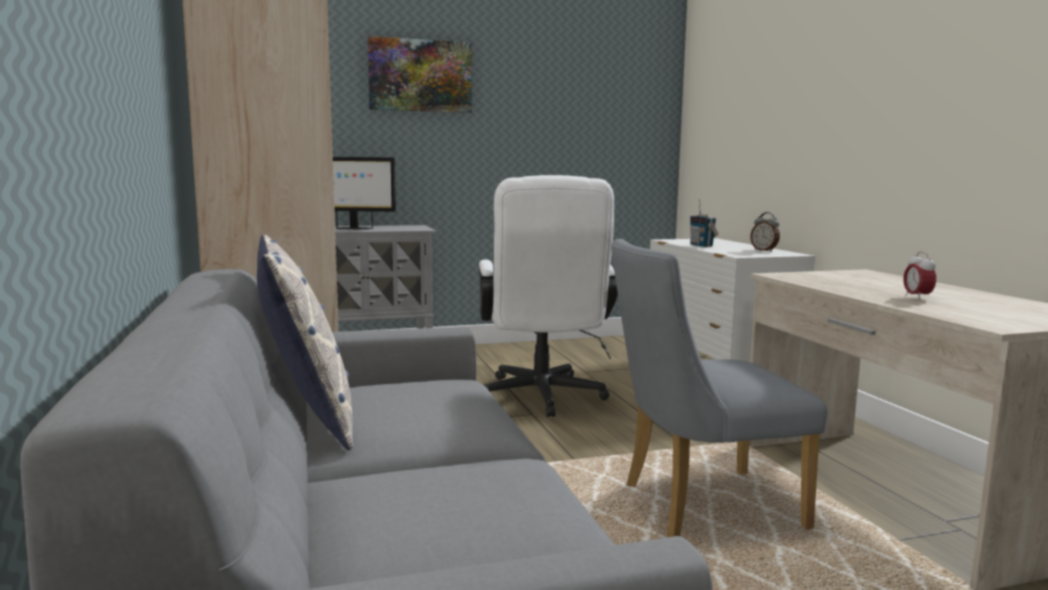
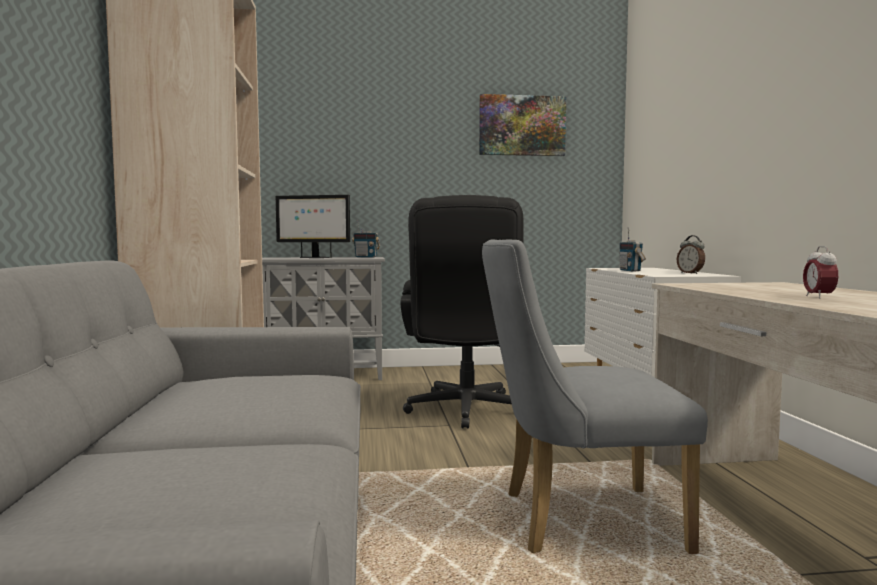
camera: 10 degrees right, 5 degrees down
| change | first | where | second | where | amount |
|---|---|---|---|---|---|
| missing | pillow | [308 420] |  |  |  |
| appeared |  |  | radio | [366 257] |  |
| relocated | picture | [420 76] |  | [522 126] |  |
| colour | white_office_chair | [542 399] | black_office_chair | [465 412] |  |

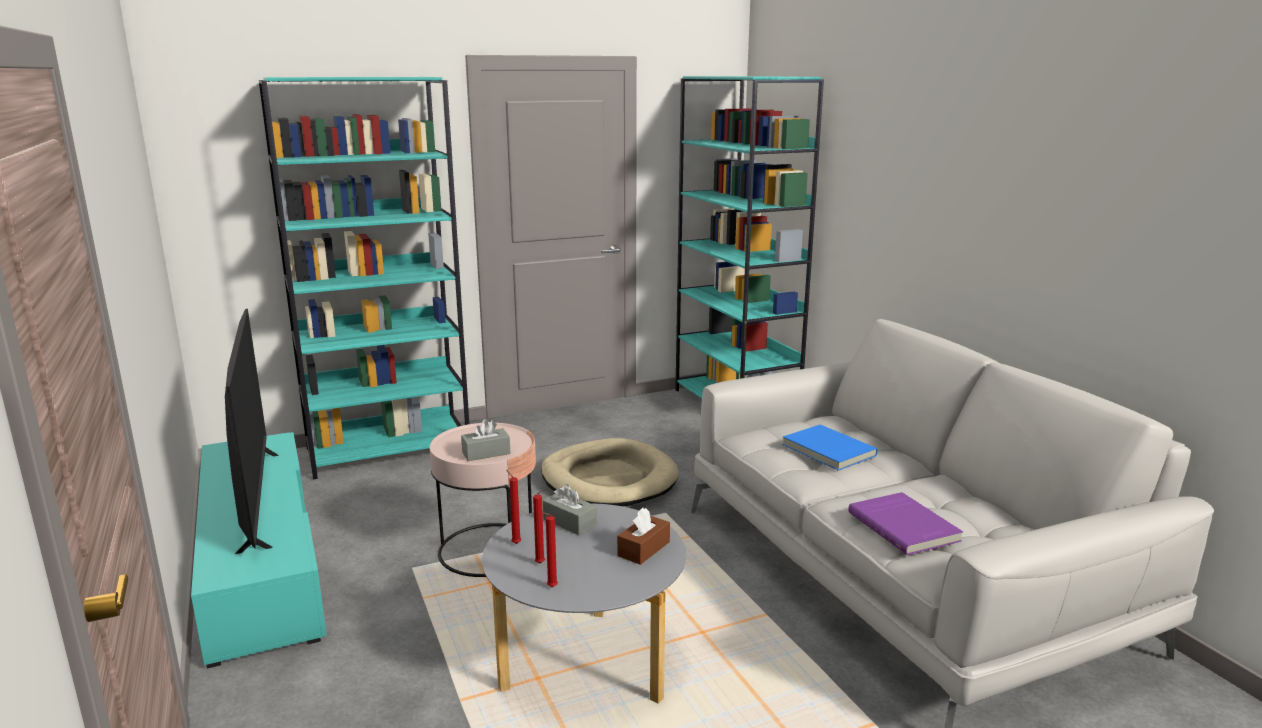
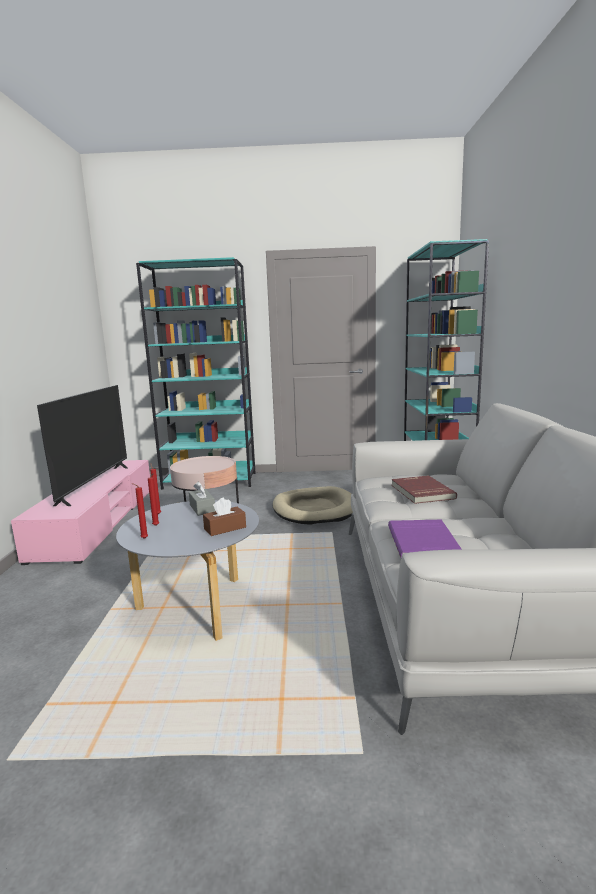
camera: 25 degrees right, 5 degrees down
| change | first | where | second | where | amount |
|---|---|---|---|---|---|
| missing | grey_tissue_box | [486 453] |  |  |  |
| colour | turquoise_tv_stand | [261 561] | pink_tv_stand | [97 522] |  |
| colour | blue_book | [827 450] | red_book | [421 492] |  |

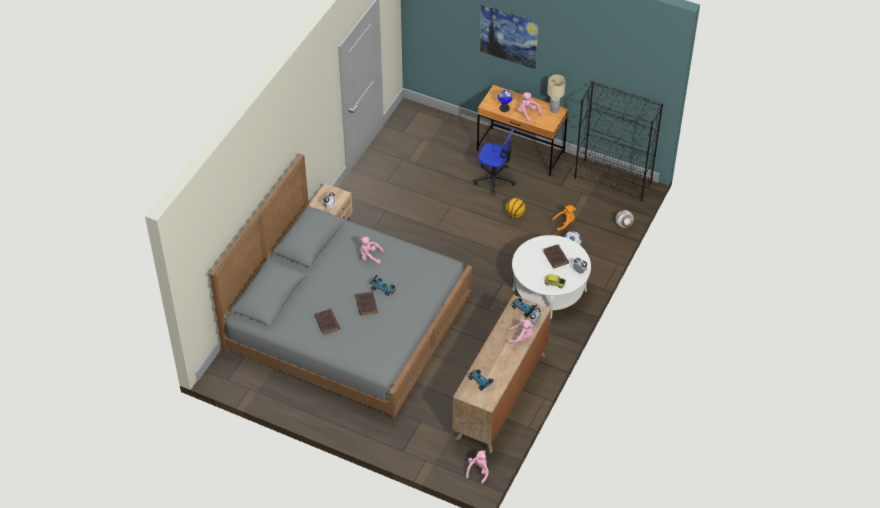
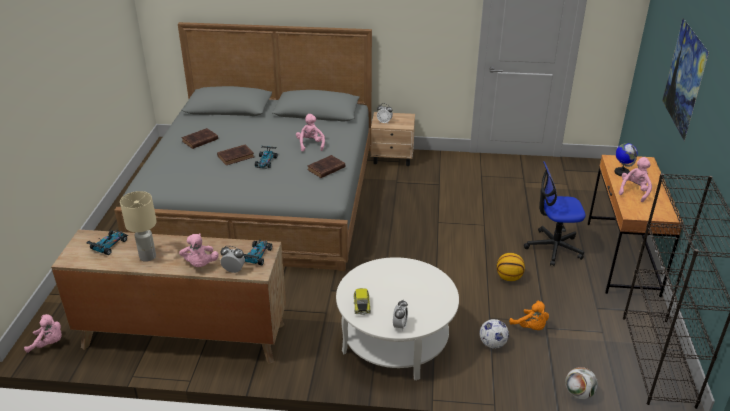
camera: 70 degrees right, 15 degrees down
| change | first | where | second | where | amount |
|---|---|---|---|---|---|
| relocated | brown_book | [556 258] |  | [325 169] |  |
| relocated | beige_table_lamp | [554 109] |  | [148 256] |  |
| spun | office_chair | [494 179] |  | [553 248] | 90 degrees clockwise |

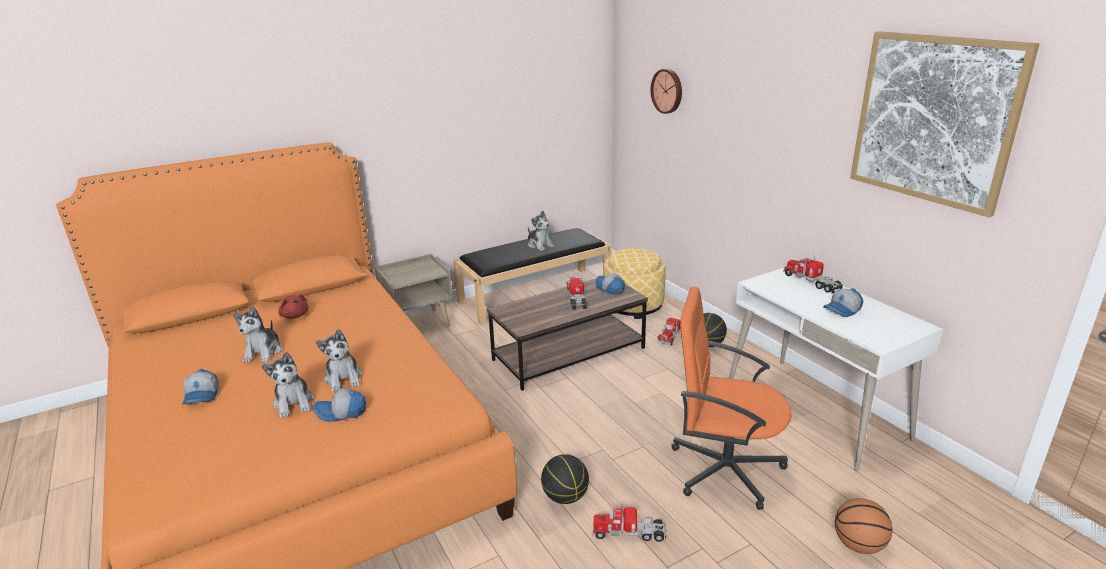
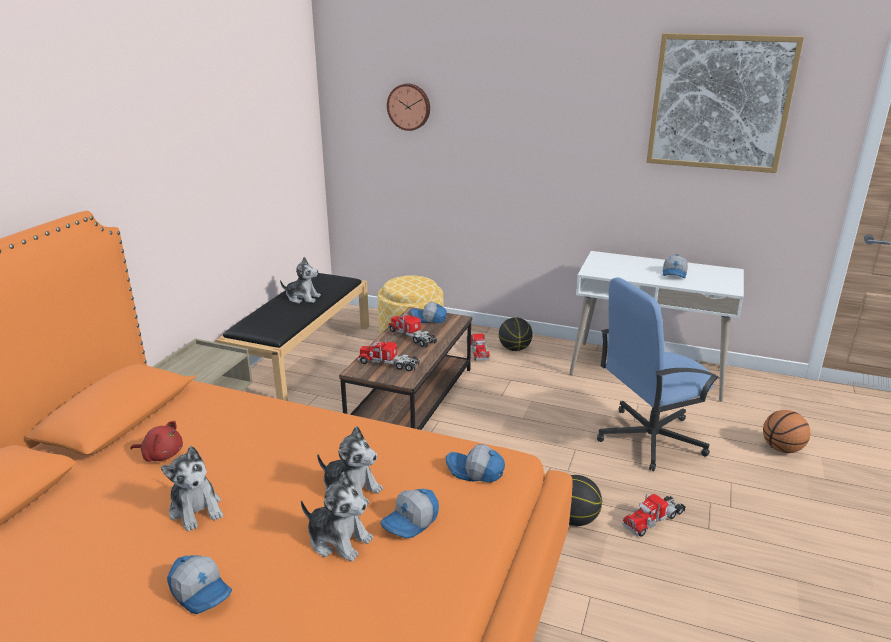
camera: 40 degrees left, 0 degrees up
| change | first | where | second | where | amount |
|---|---|---|---|---|---|
| appeared |  |  | cap | [475 472] |  |
| relocated | toy_truck | [812 282] |  | [389 363] |  |
| colour | orange_office_chair | [724 468] | blue_office_chair | [649 438] |  |

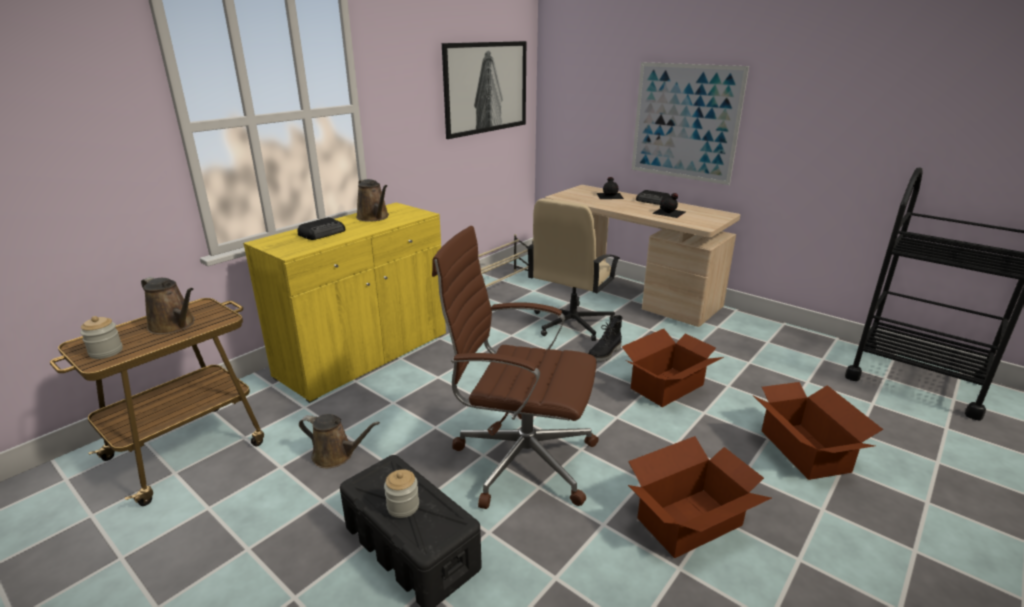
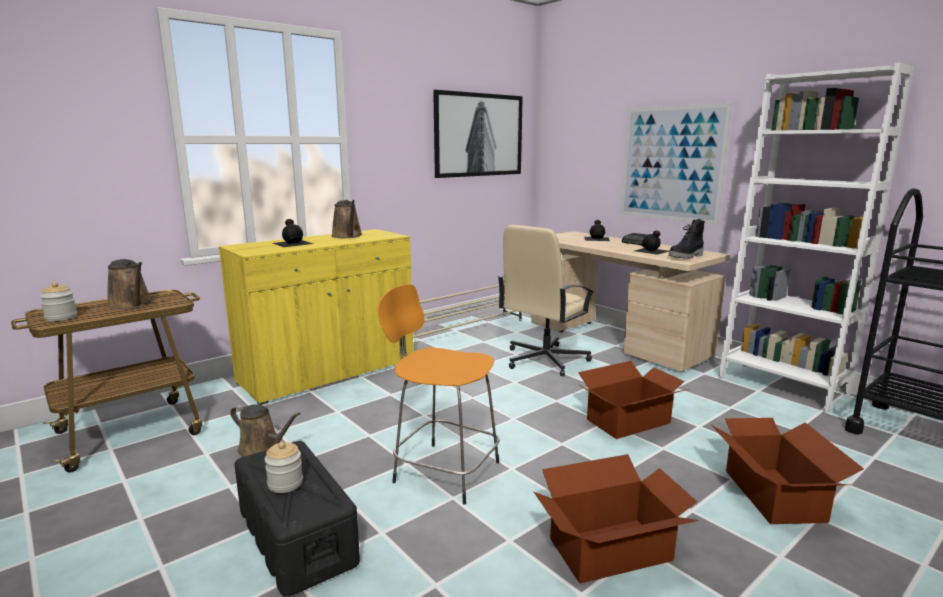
camera: 10 degrees right, 10 degrees down
| change | first | where | second | where | amount |
|---|---|---|---|---|---|
| appeared |  |  | white_bookcase | [782 386] |  |
| relocated | black_boot | [605 354] |  | [686 257] |  |
| exchanged | radio | [323 233] | black_bottle | [293 243] |  |
| exchanged | brown_office_chair | [520 459] | orange_stool | [443 471] |  |

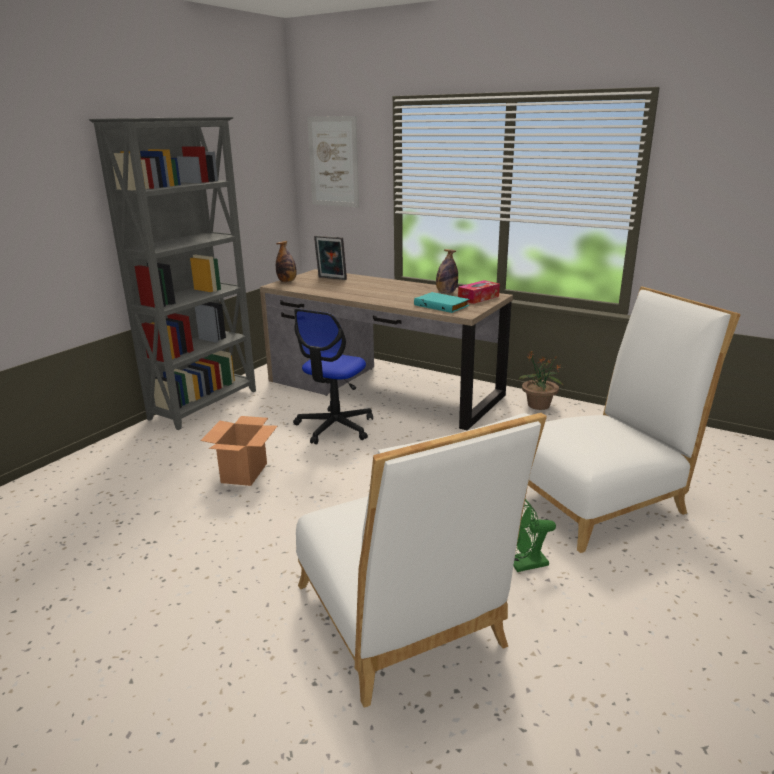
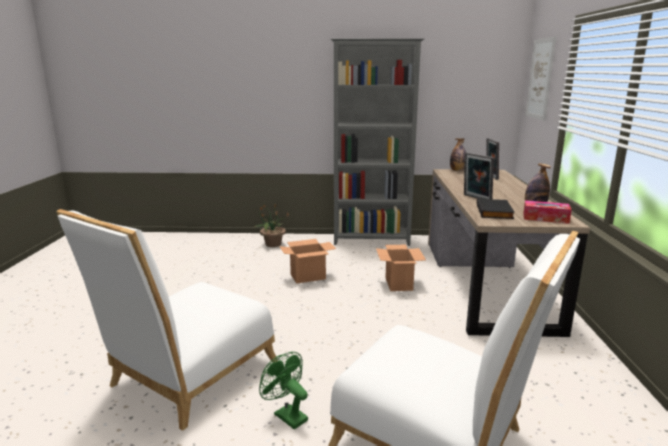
camera: 60 degrees right, 5 degrees down
| change | first | where | second | where | amount |
|---|---|---|---|---|---|
| appeared |  |  | picture_frame | [476 198] |  |
| relocated | potted_plant | [538 405] |  | [272 244] |  |
| exchanged | office_chair | [335 427] | cardboard_box | [398 283] |  |
| colour | turquoise_book | [442 305] | black_book | [495 212] |  |

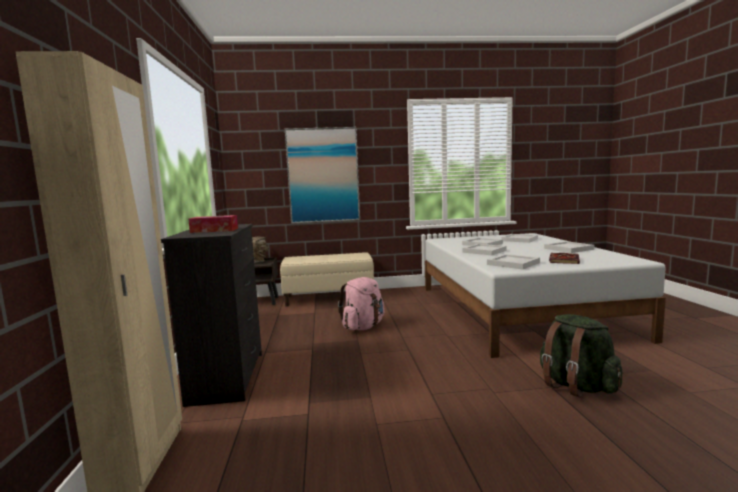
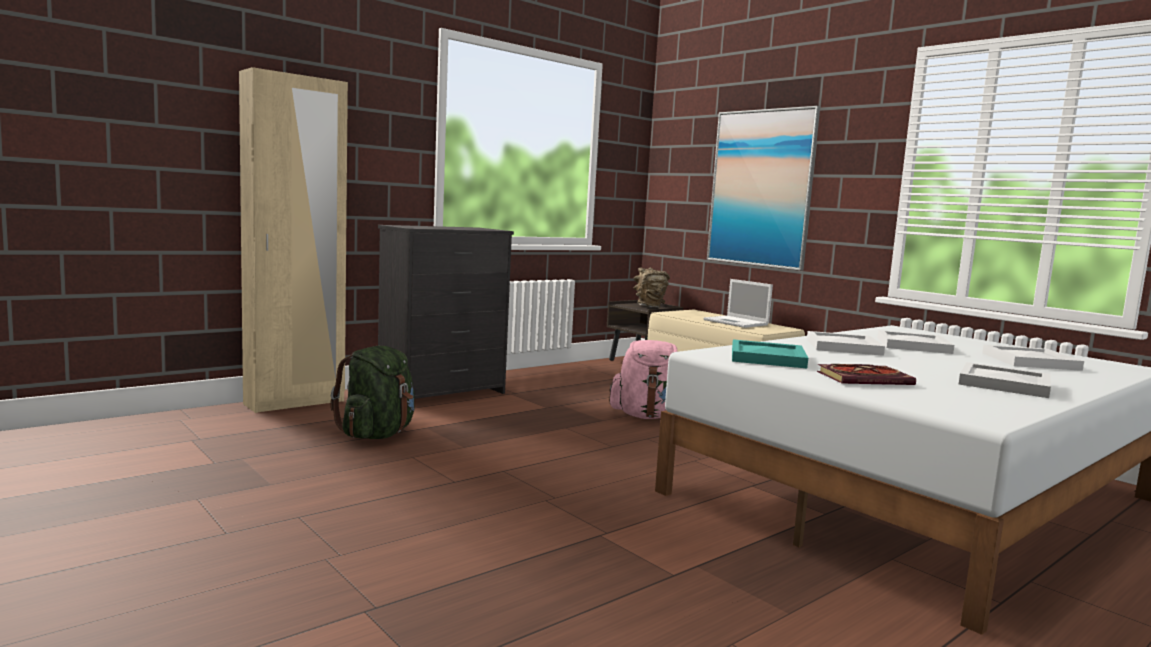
camera: 55 degrees right, 0 degrees up
| change | first | where | second | where | amount |
|---|---|---|---|---|---|
| missing | tissue_box | [214 230] |  |  |  |
| appeared |  |  | laptop | [737 322] |  |
| relocated | green_backpack | [576 386] |  | [377 434] |  |
| colour | white_tray | [513 263] | turquoise_tray | [768 358] |  |

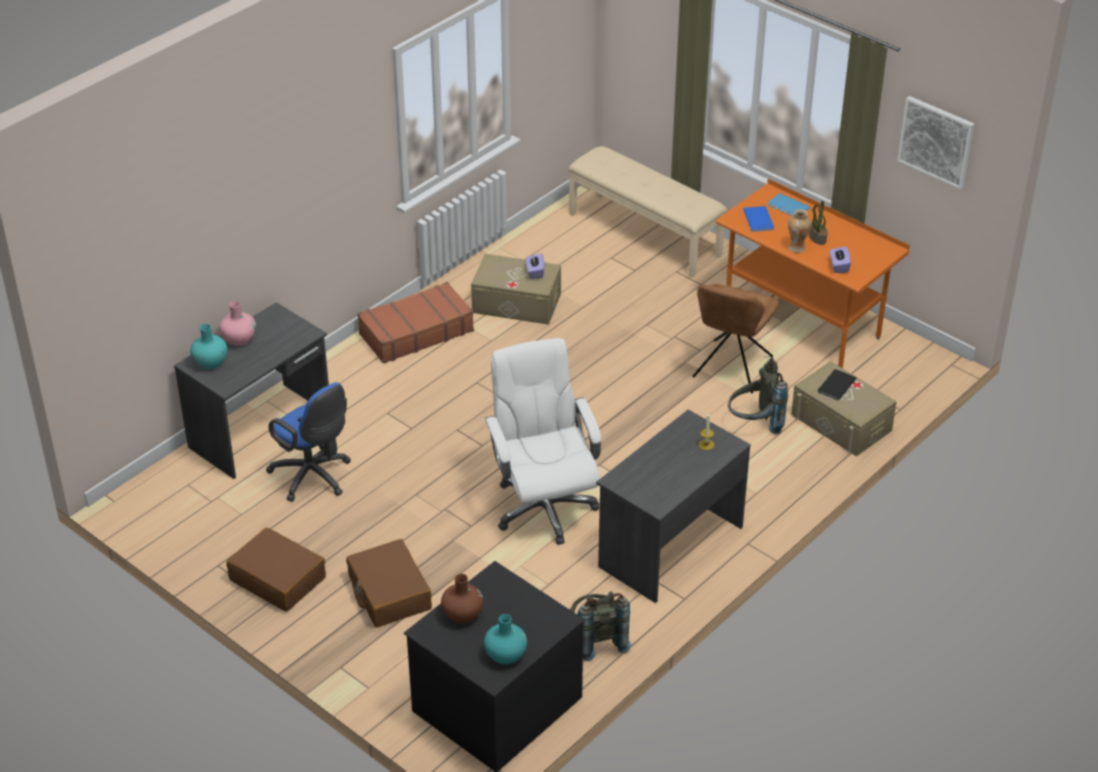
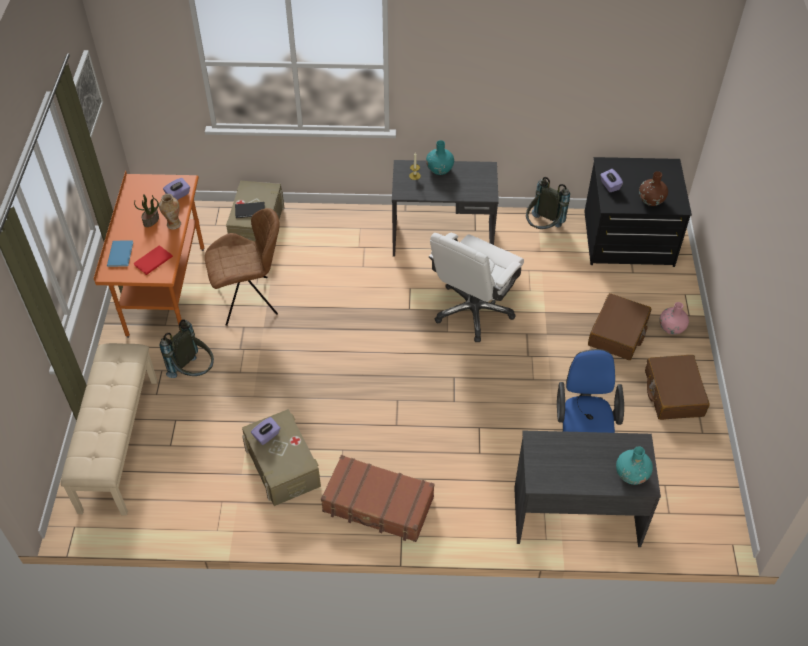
camera: 130 degrees left, 10 degrees up
| change | first | where | second | where | amount |
|---|---|---|---|---|---|
| appeared |  |  | purple_tissue_box | [609 186] |  |
| relocated | pink_vase | [239 339] |  | [671 328] |  |
| relocated | turquoise_vase | [505 655] |  | [439 169] |  |
| relocated | grey_backpack | [755 424] |  | [194 372] |  |
| colour | blue_book | [759 219] | red_book | [152 261] |  |

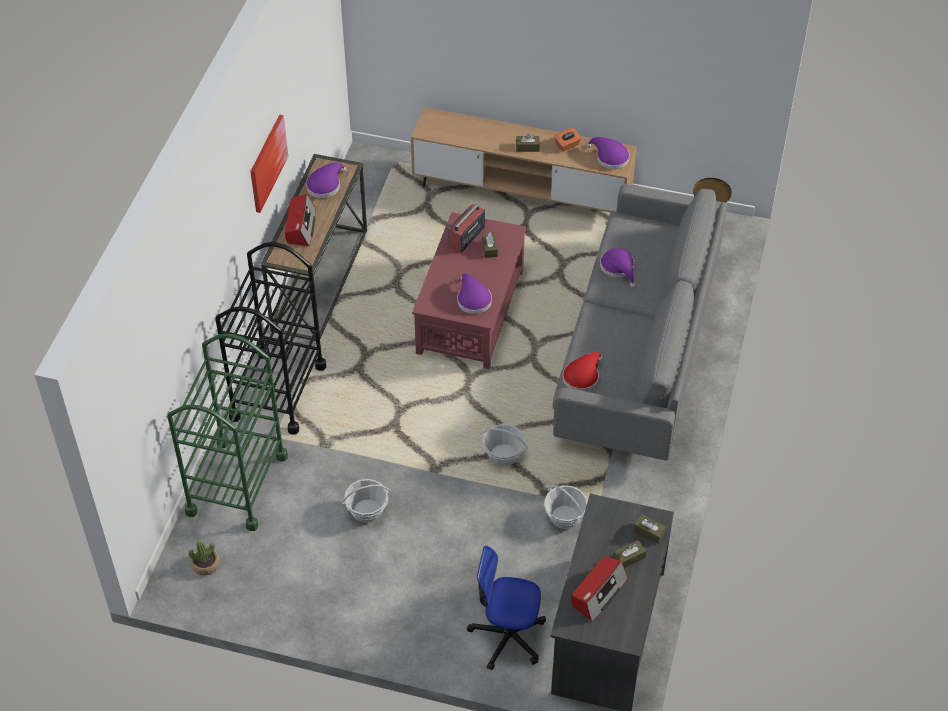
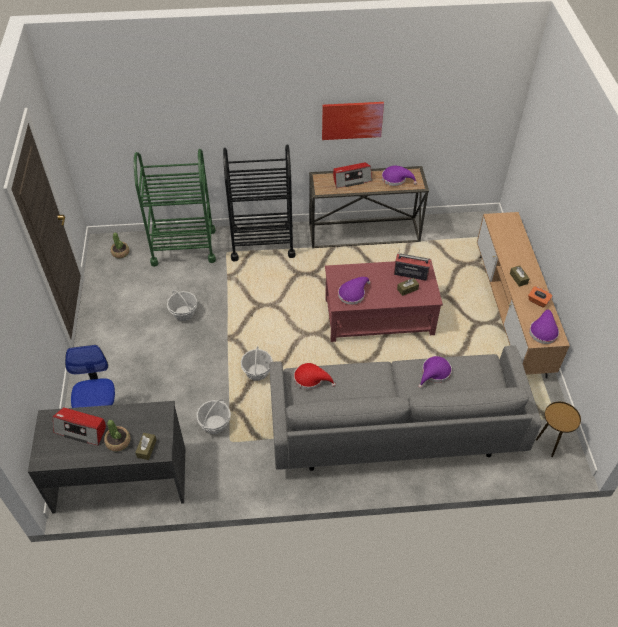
camera: 70 degrees right, 0 degrees up
| change | first | where | second | where | amount |
|---|---|---|---|---|---|
| exchanged | brown_tissue_box | [629 558] | potted_plant | [118 441] |  |

